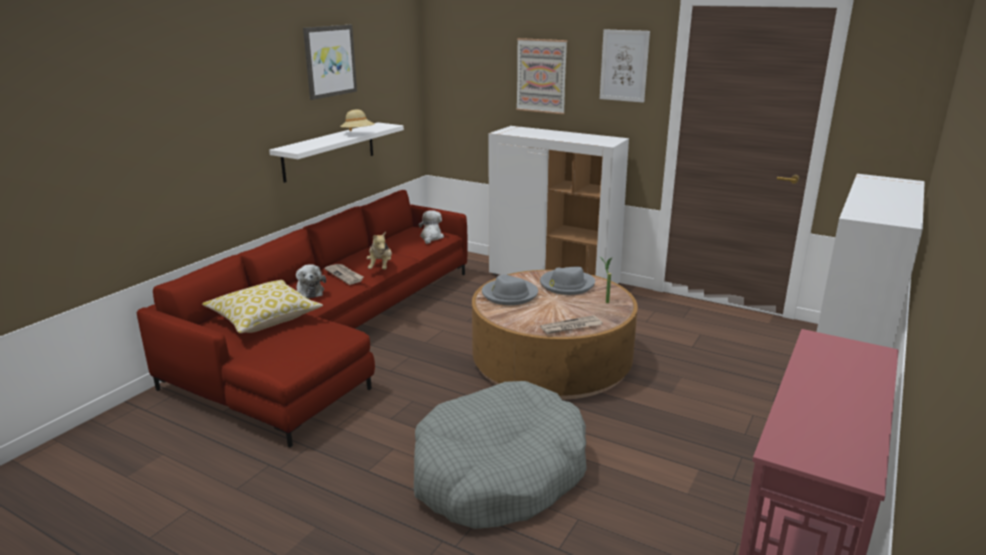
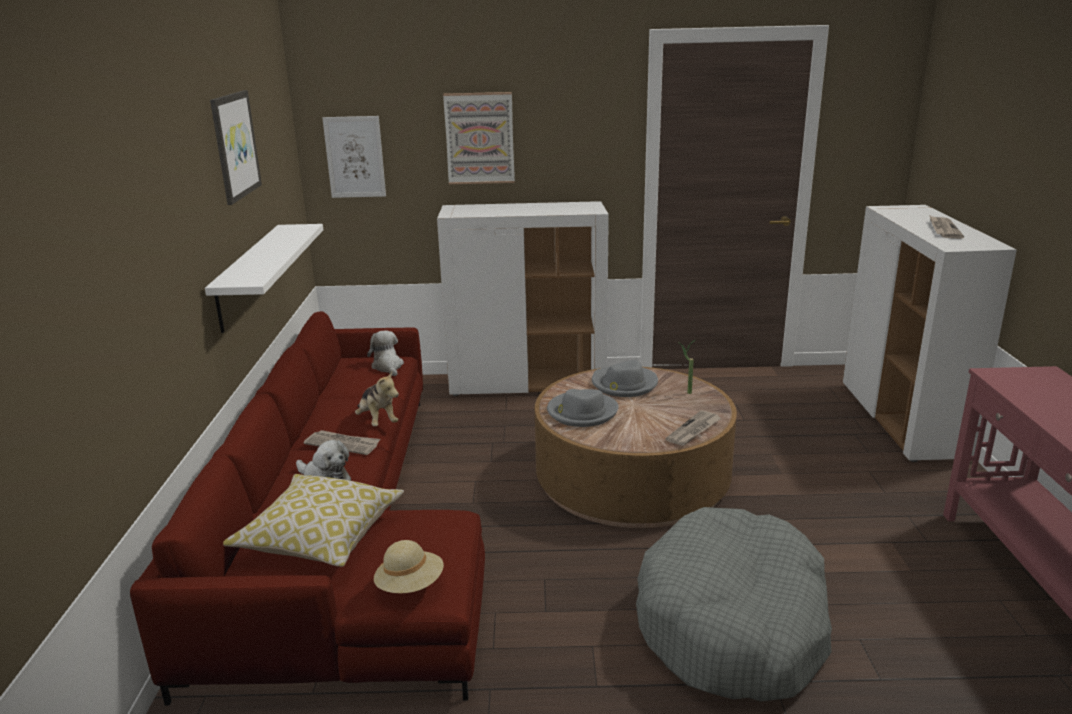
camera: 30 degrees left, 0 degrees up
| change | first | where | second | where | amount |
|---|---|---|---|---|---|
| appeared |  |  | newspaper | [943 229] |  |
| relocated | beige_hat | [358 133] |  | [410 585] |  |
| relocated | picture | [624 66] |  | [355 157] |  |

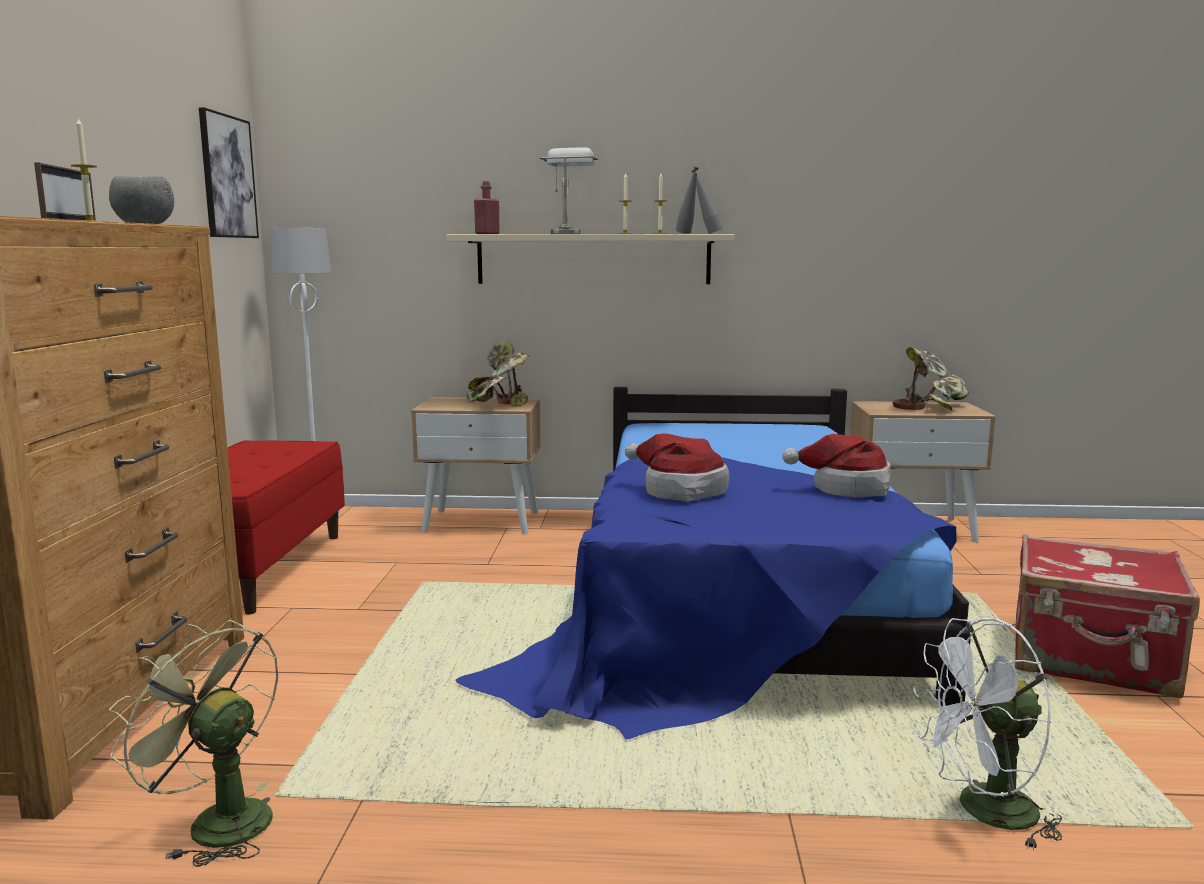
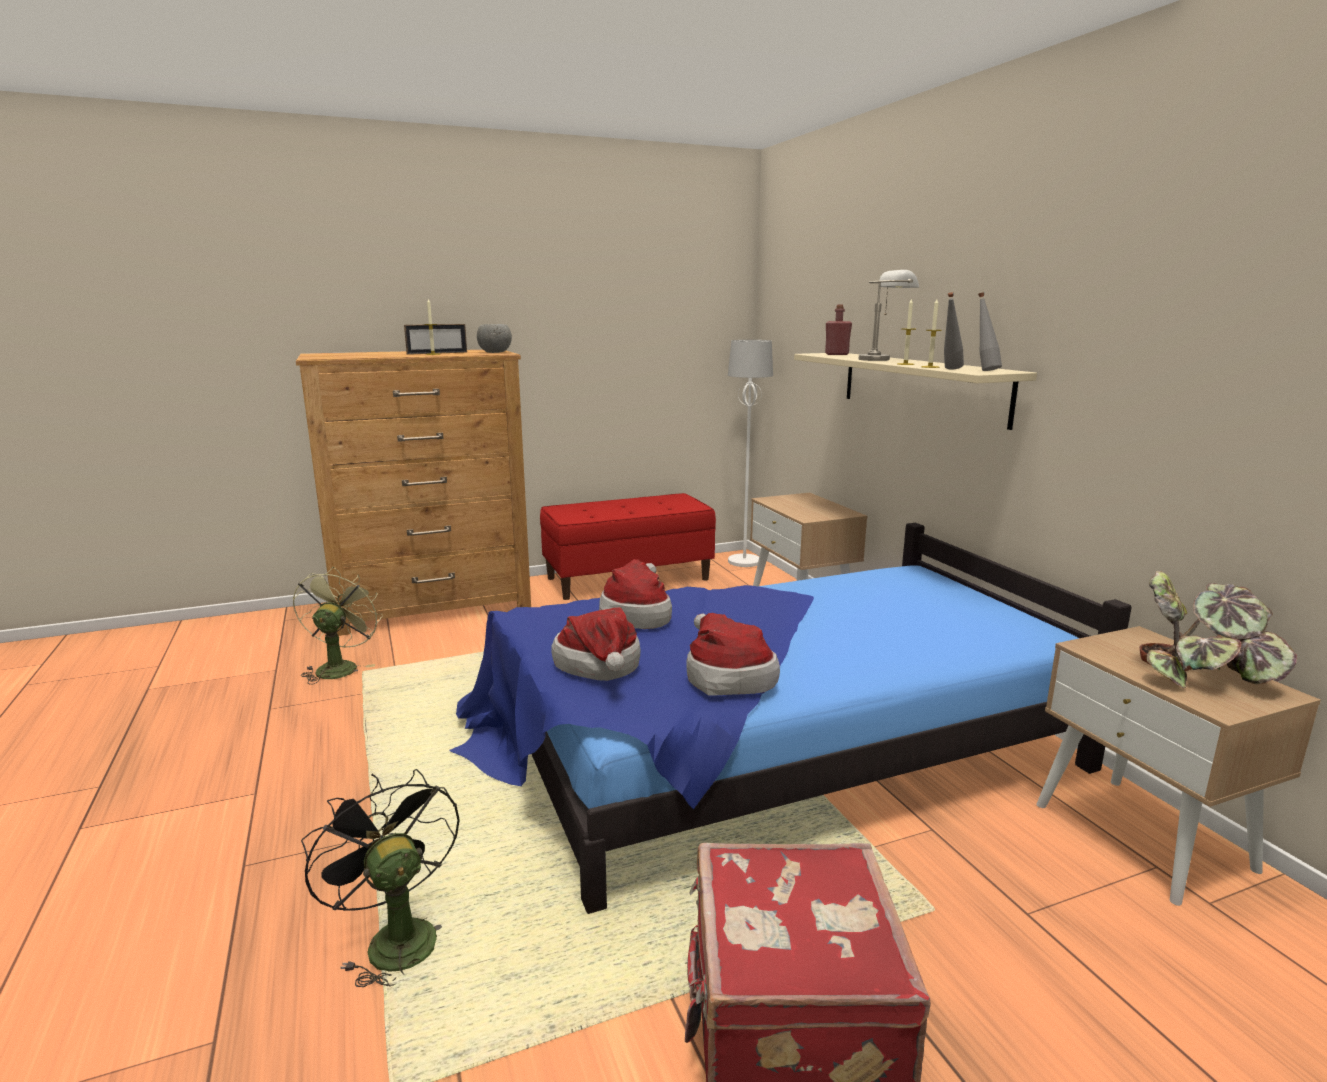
camera: 65 degrees right, 5 degrees up
| change | first | where | second | where | amount |
|---|---|---|---|---|---|
| missing | picture | [227 177] |  |  |  |
| missing | potted_plant | [499 405] |  |  |  |
| appeared |  |  | hat | [599 667] |  |
| colour | white_fan | [984 813] | black_fan | [394 937] |  |

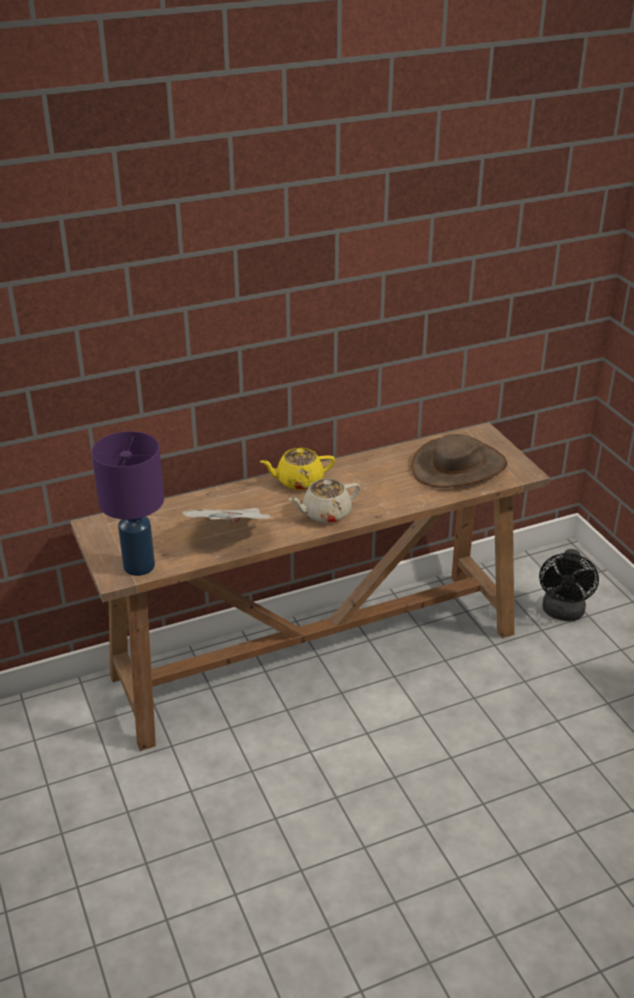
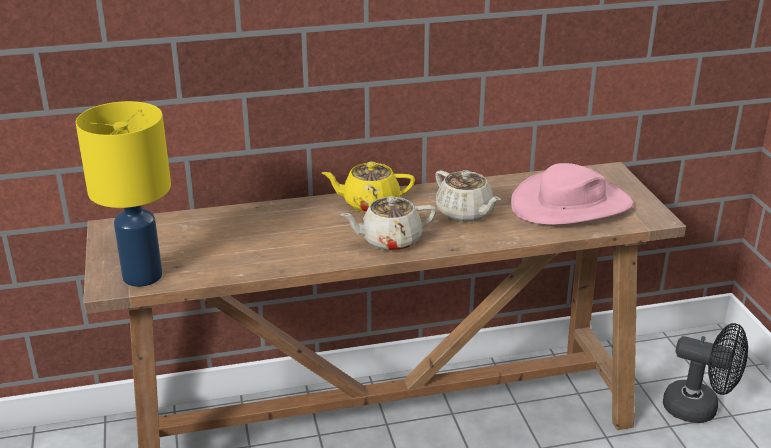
camera: 10 degrees right, 5 degrees down
| change | first | where | second | where | amount |
|---|---|---|---|---|---|
| missing | newspaper | [232 533] |  |  |  |
| appeared |  |  | beige_teapot | [465 213] |  |
| colour | purple_table_lamp | [138 565] | yellow_table_lamp | [142 275] |  |
| colour | brown_hat | [459 467] | pink_hat | [571 205] |  |
| spun | black_fan | [563 613] |  | [699 409] | 90 degrees counterclockwise |

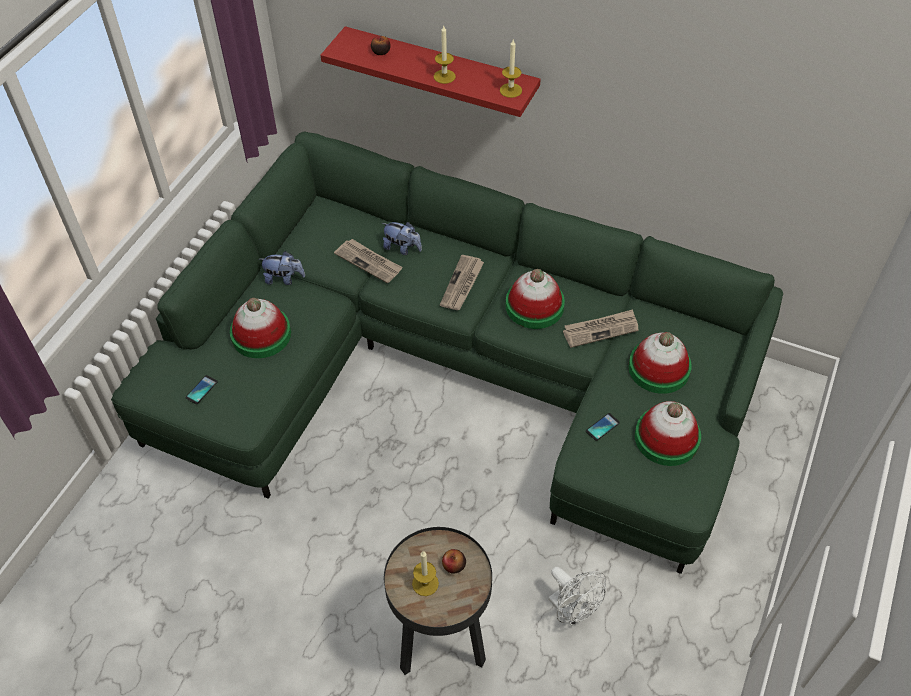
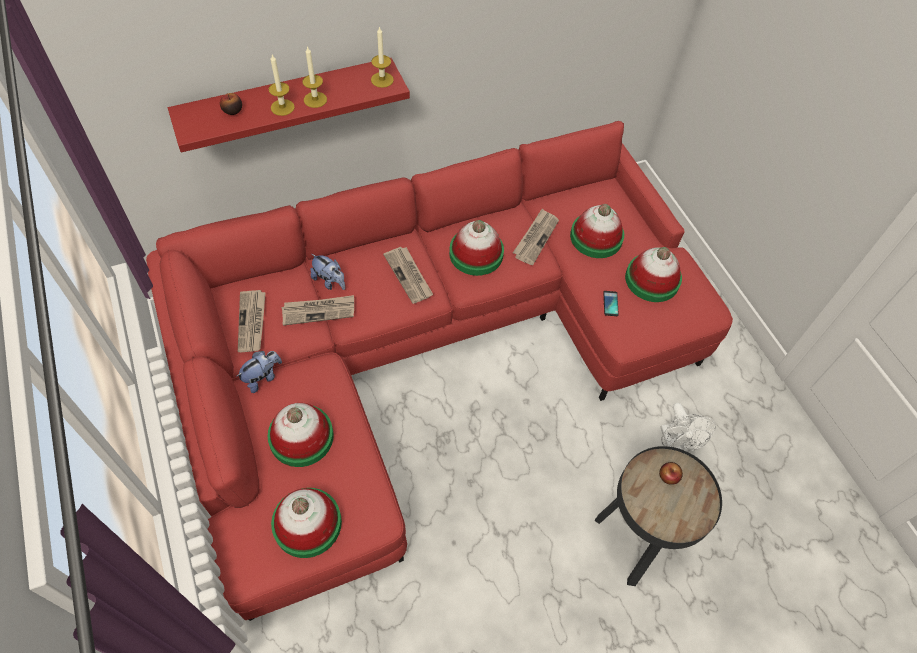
camera: 50 degrees left, 5 degrees up
| change | first | where | second | where | amount |
|---|---|---|---|---|---|
| appeared |  |  | newspaper | [252 322] |  |
| relocated | candle | [425 583] |  | [282 107] |  |
| exchanged | phone | [201 390] | hat | [307 524] |  |
| colour | green_sofa | [455 370] | red_sofa | [425 349] |  |
| spun | plush_toy | [402 248] |  | [330 281] | 60 degrees clockwise |
| spun | white_fan | [572 611] |  | [674 445] | 75 degrees clockwise |

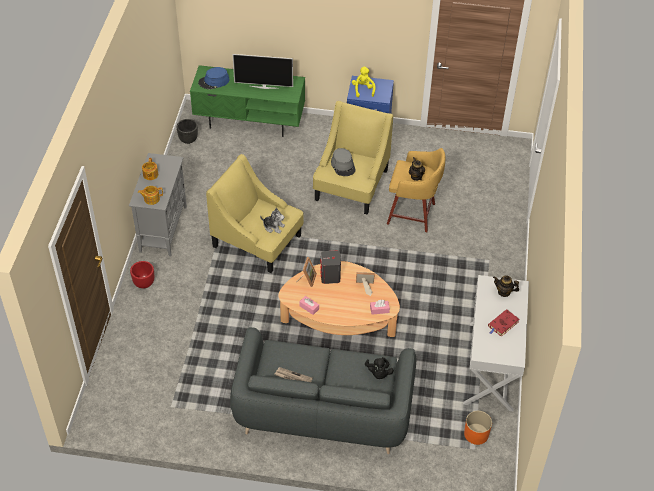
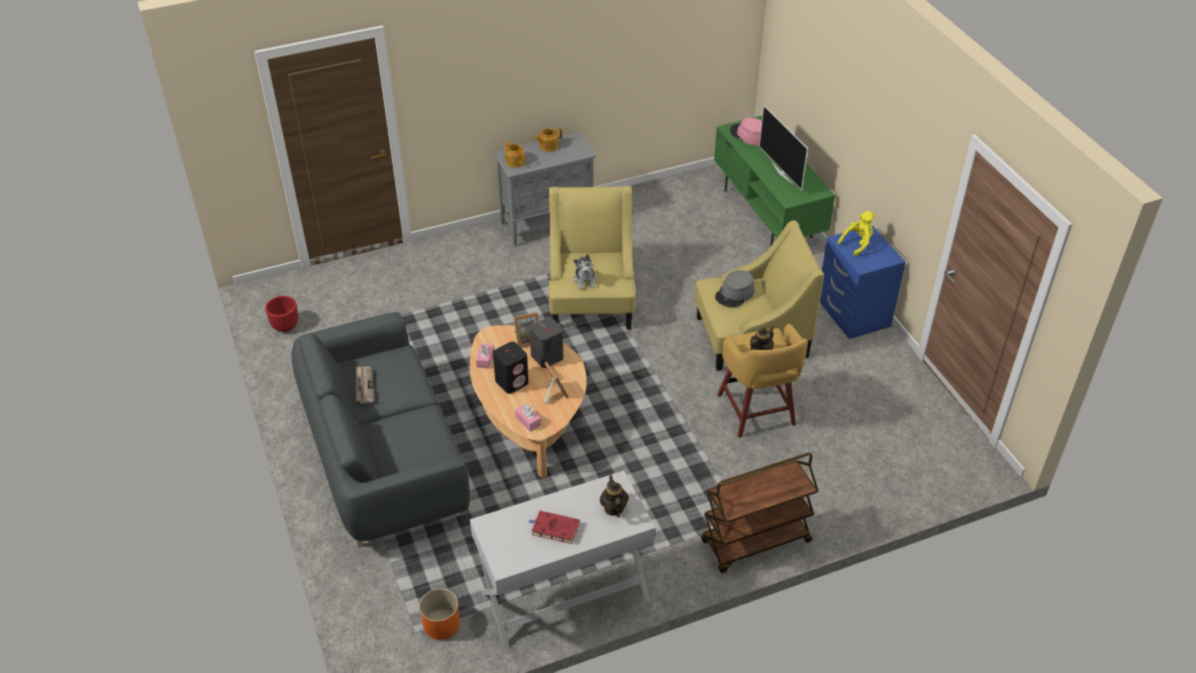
camera: 60 degrees right, 5 degrees down
| change | first | where | second | where | amount |
|---|---|---|---|---|---|
| missing | black_planter | [188 139] |  |  |  |
| missing | black_plush_toy | [378 373] |  |  |  |
| appeared |  |  | black_speaker | [512 381] |  |
| appeared |  |  | brown_cart | [755 542] |  |
| relocated | red_planter | [143 283] |  | [285 326] |  |
| colour | blue_hat | [214 81] | pink_hat | [749 135] |  |

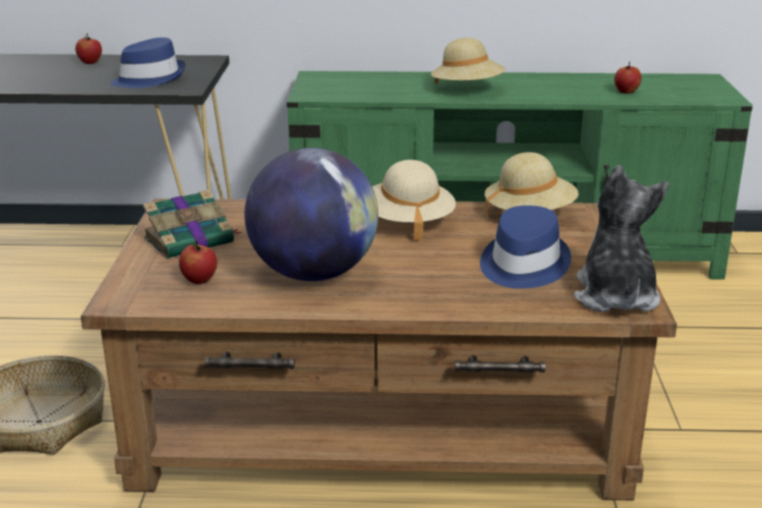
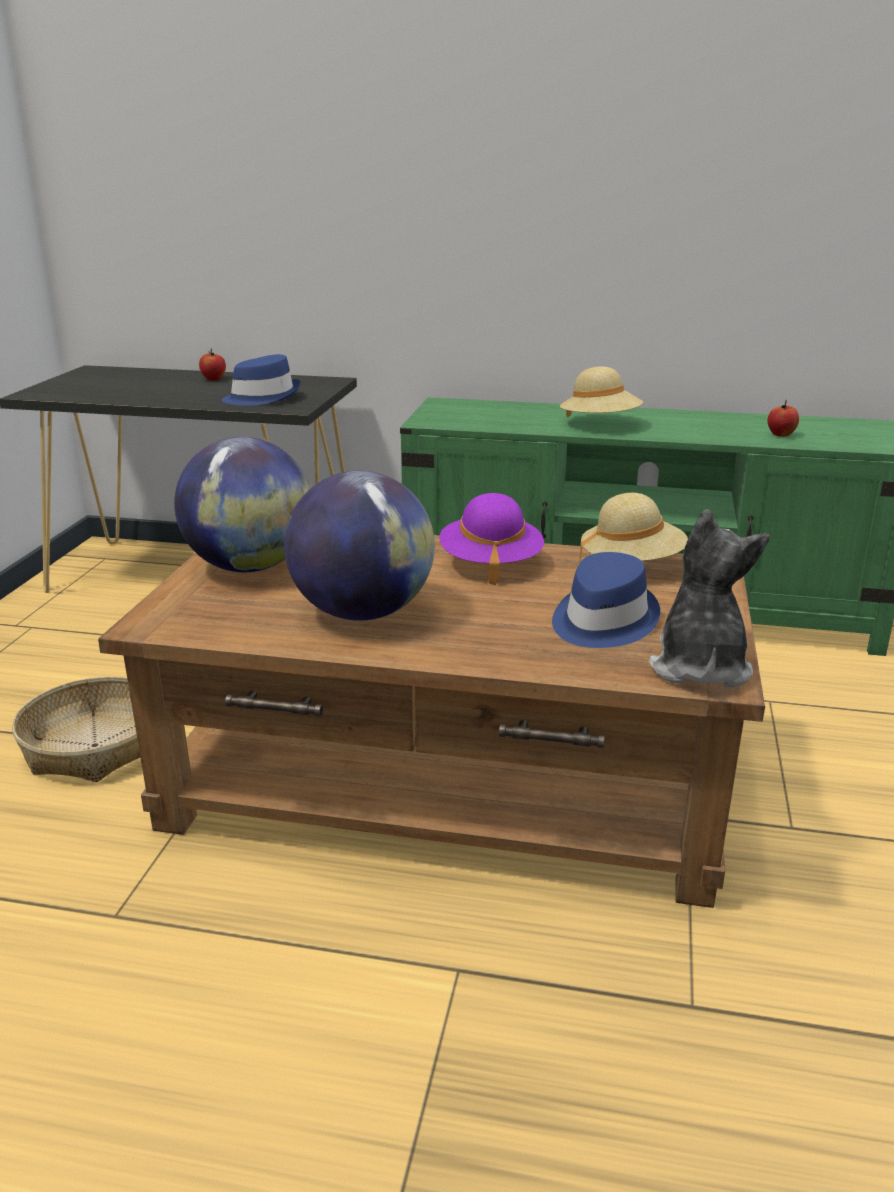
camera: 10 degrees right, 0 degrees up
| change | first | where | second | where | amount |
|---|---|---|---|---|---|
| missing | apple | [199 280] |  |  |  |
| exchanged | book | [191 240] | globe | [250 566] |  |
| colour | beige_hat | [408 222] | purple_hat | [490 563] |  |

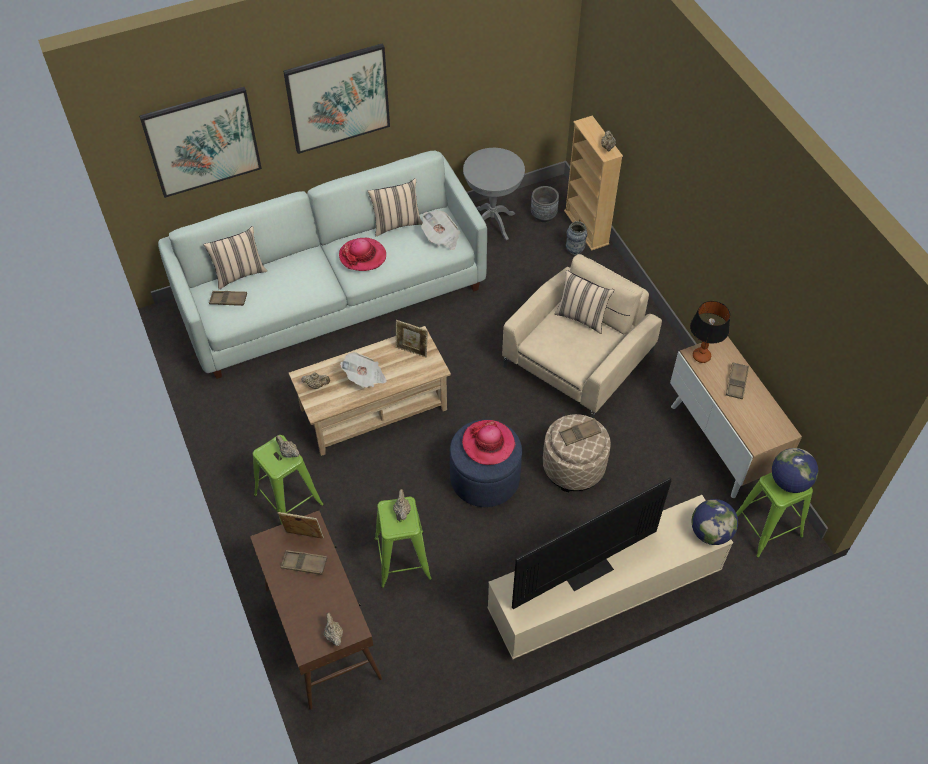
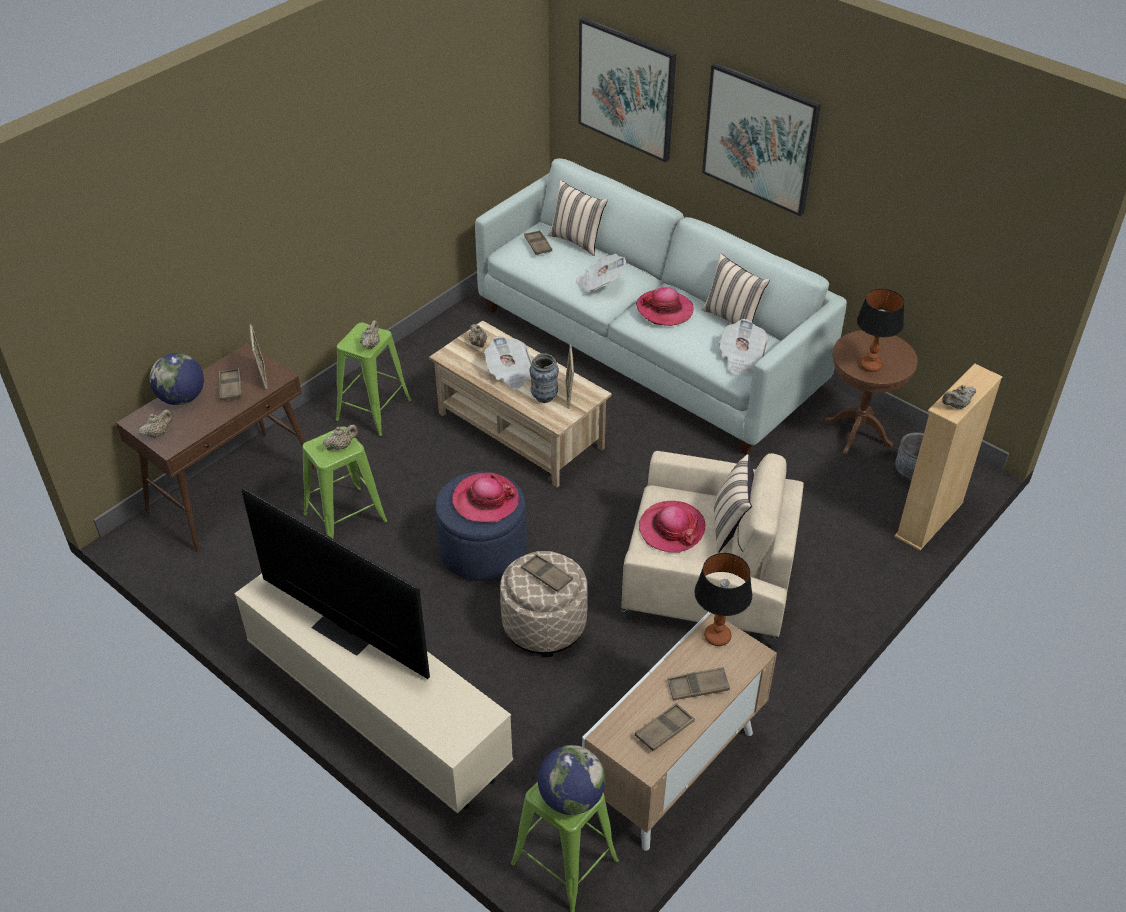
camera: 65 degrees right, 10 degrees down
| change | first | where | second | where | amount |
|---|---|---|---|---|---|
| appeared |  |  | newspaper | [600 283] |  |
| appeared |  |  | brown_tray | [664 730] |  |
| appeared |  |  | hat | [671 528] |  |
| appeared |  |  | table_lamp | [870 365] |  |
| relocated | vase | [574 250] |  | [544 397] |  |
| relocated | globe | [710 532] |  | [182 398] |  |
| colour | grey_side_table | [492 223] | brown_side_table | [858 433] |  |

